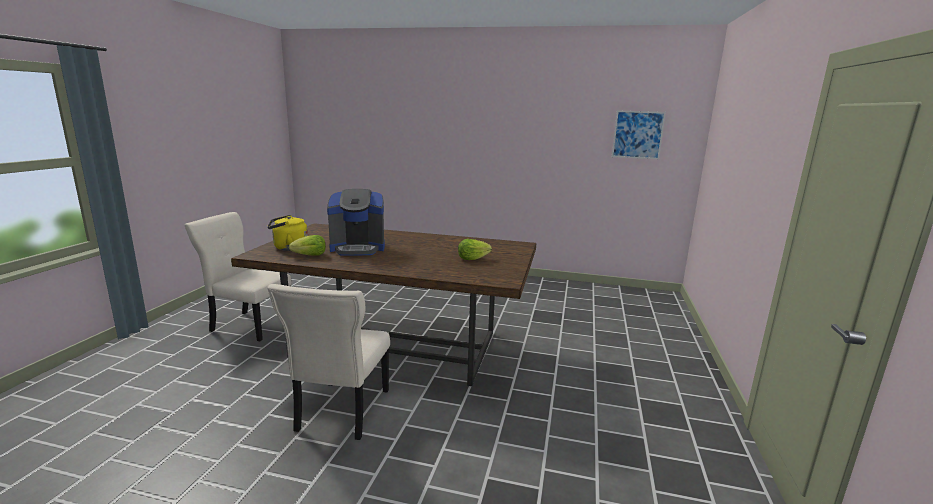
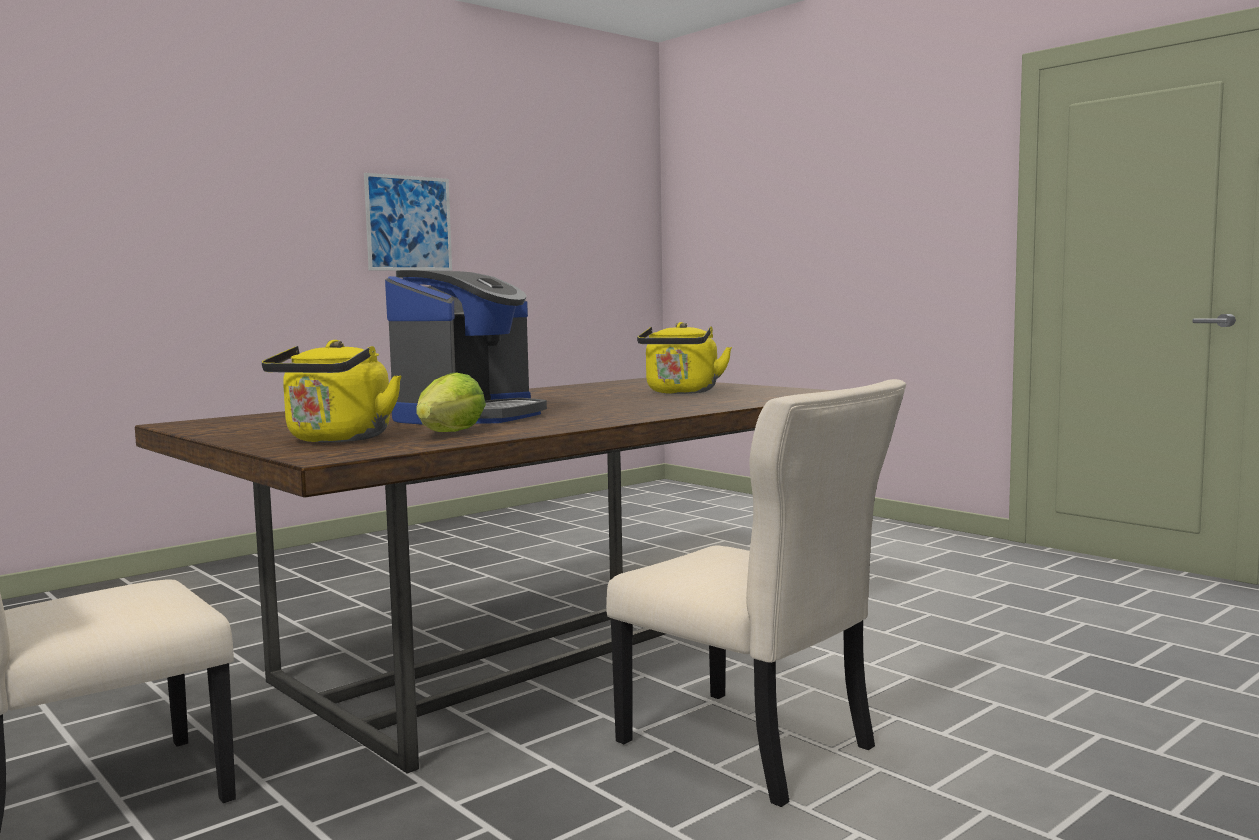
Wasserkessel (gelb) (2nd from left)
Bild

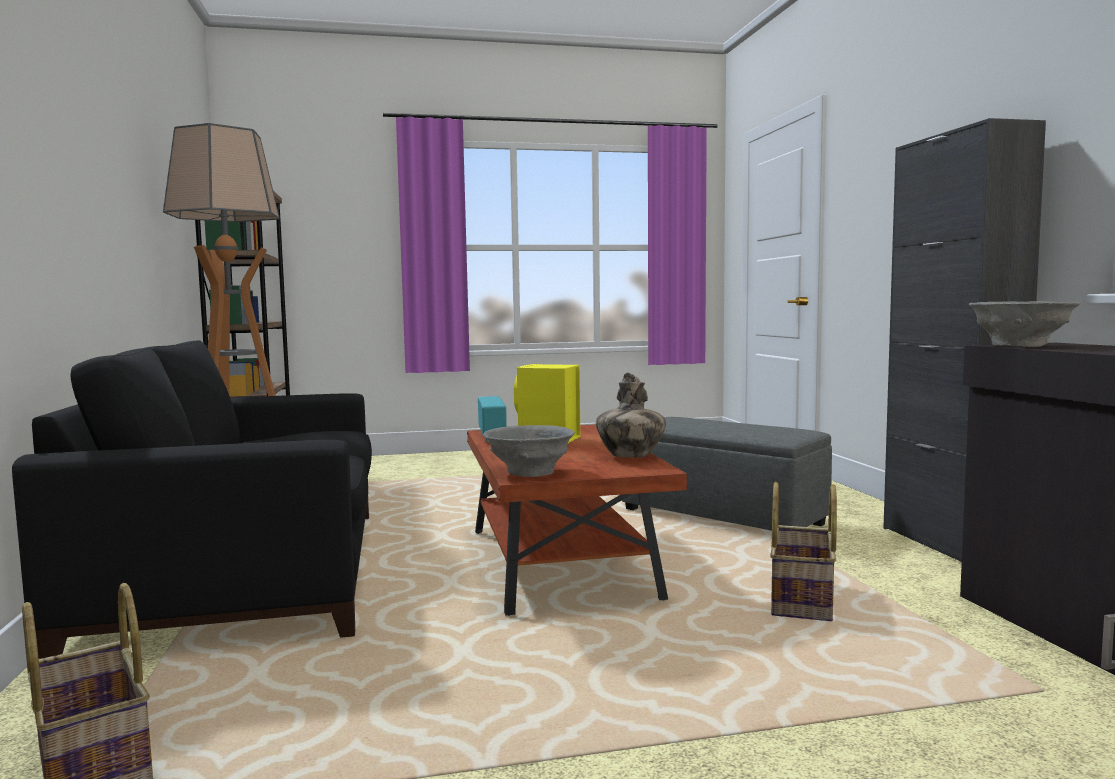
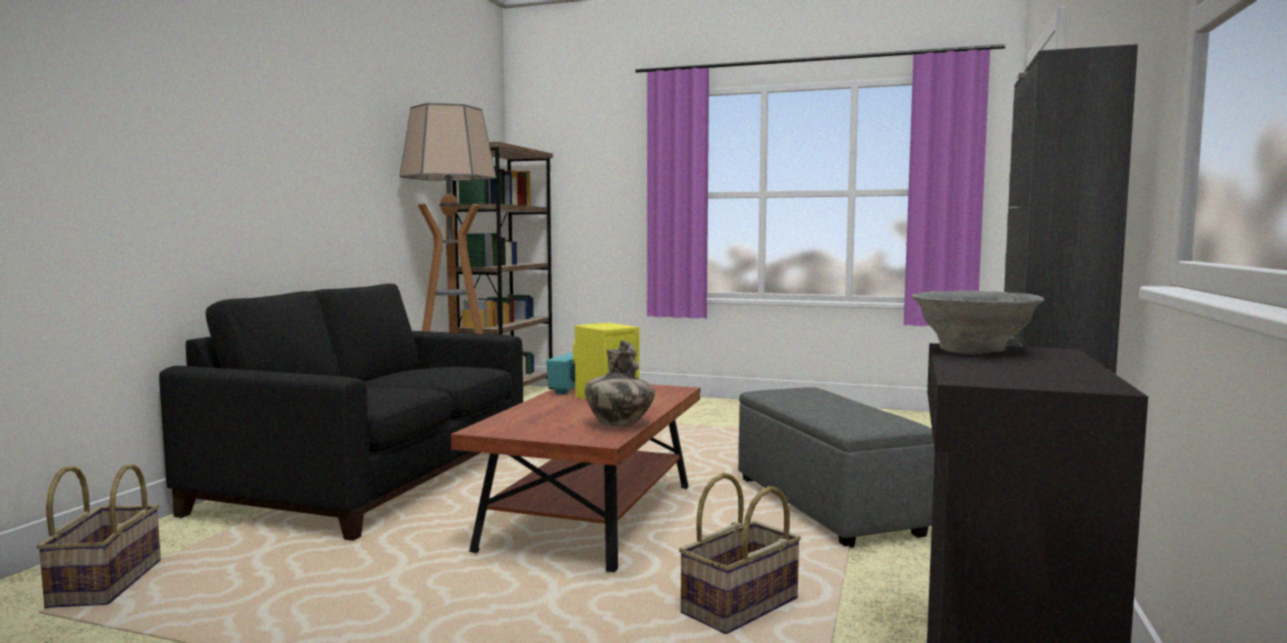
Schüssel (grau) (1st from left in the first image)

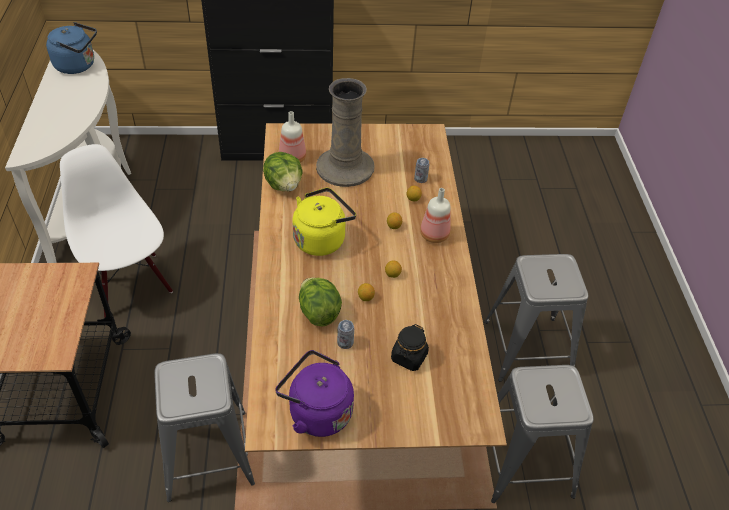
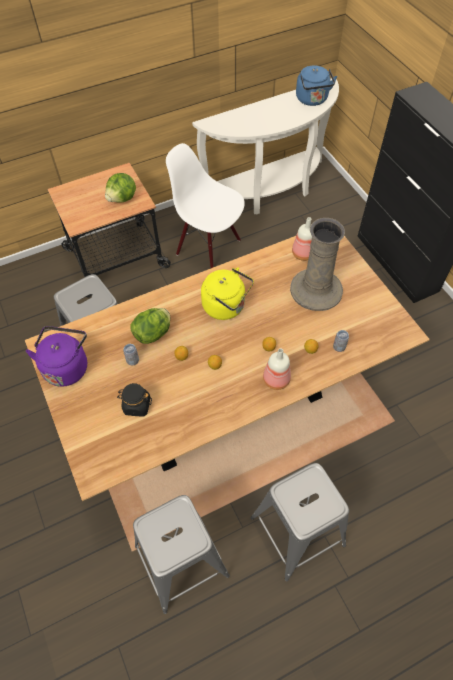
Stuhl (weiß)
Salatkopf (1st from left)

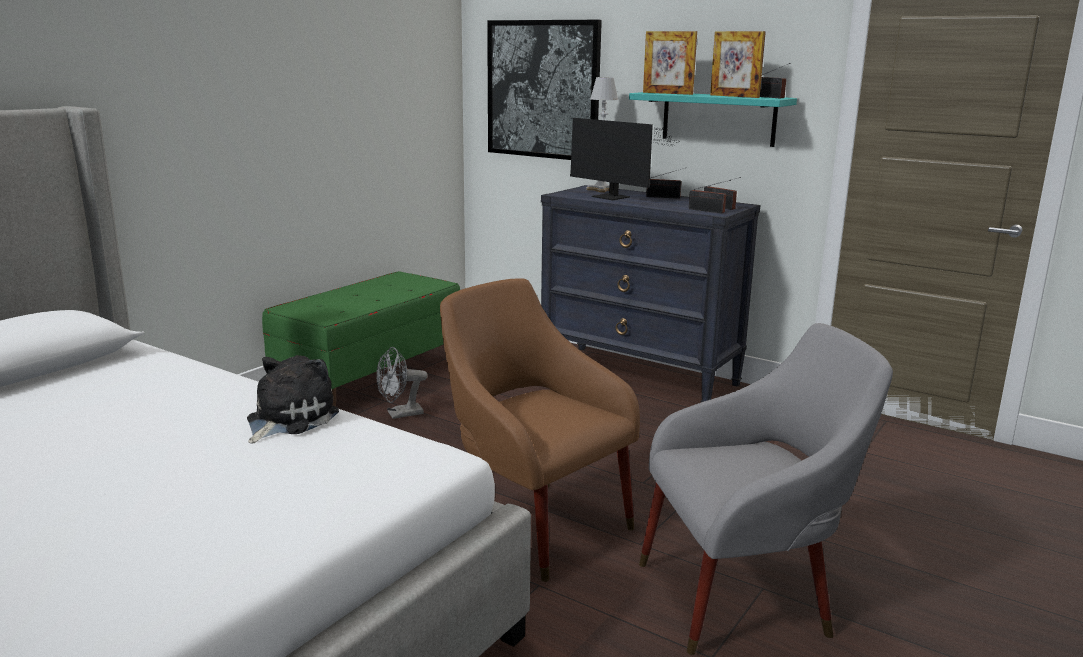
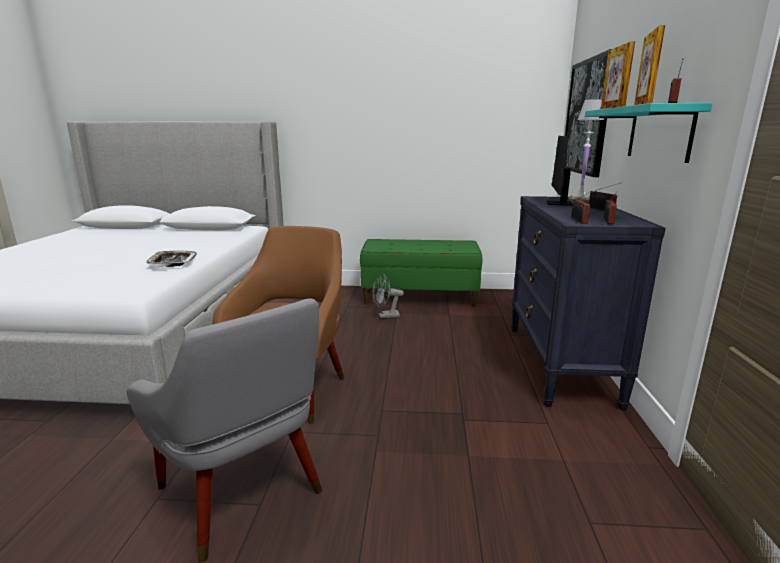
Tablett
Ventilator (grau)

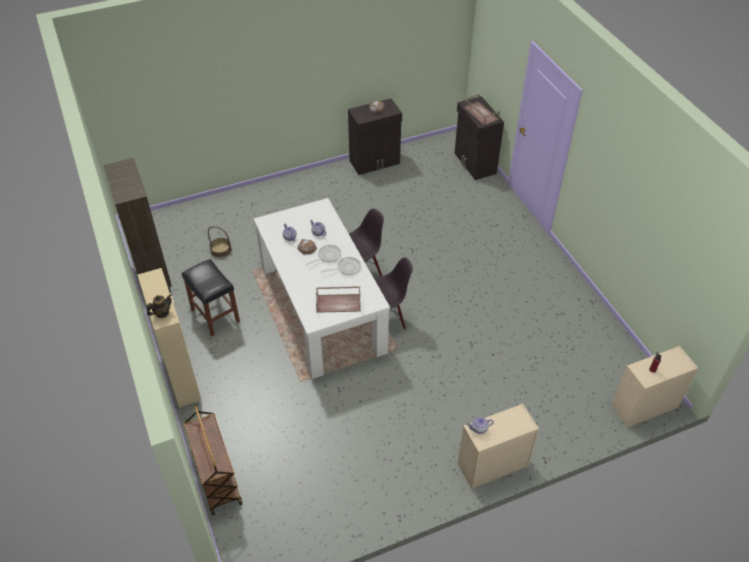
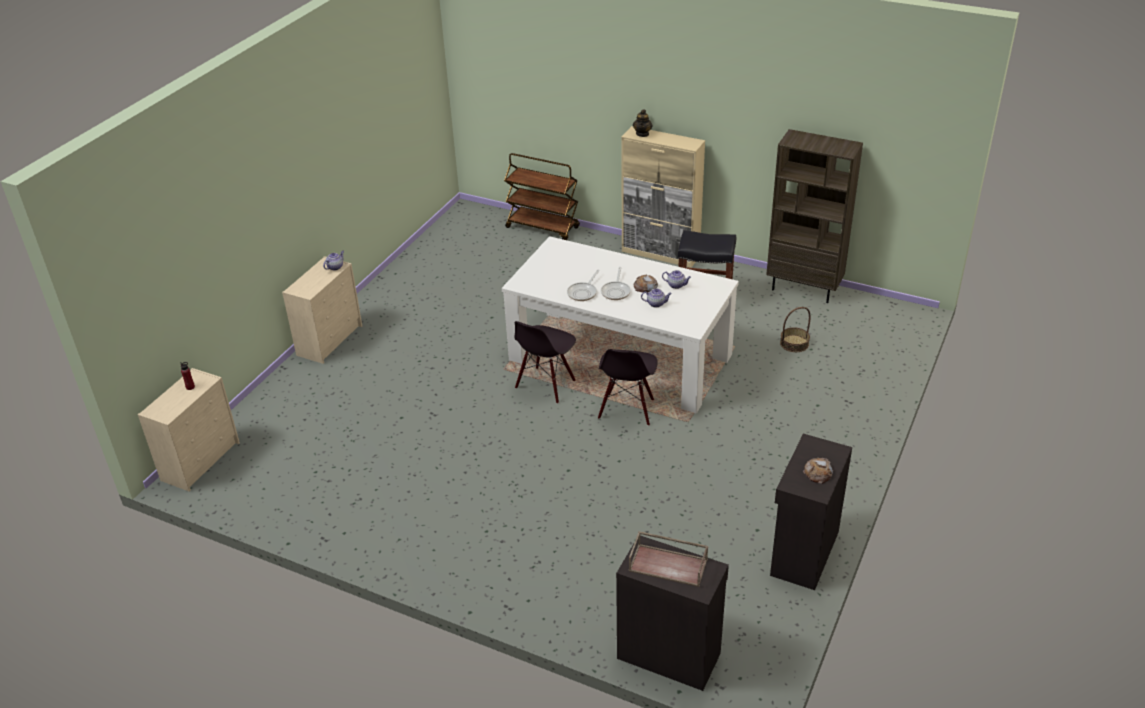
Tablett (braun) (1st from left in the first image)

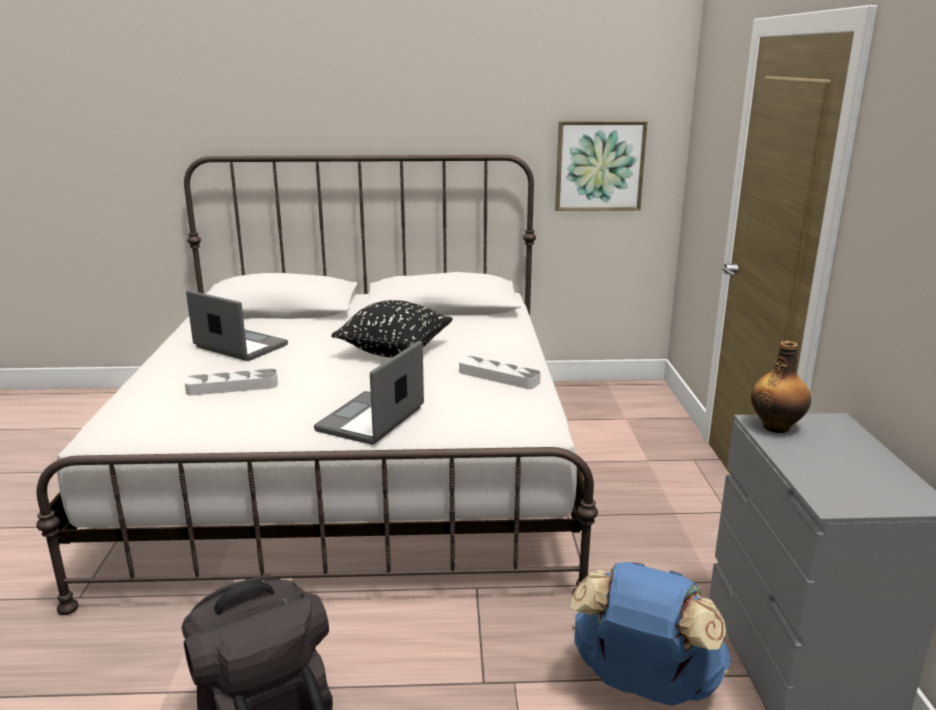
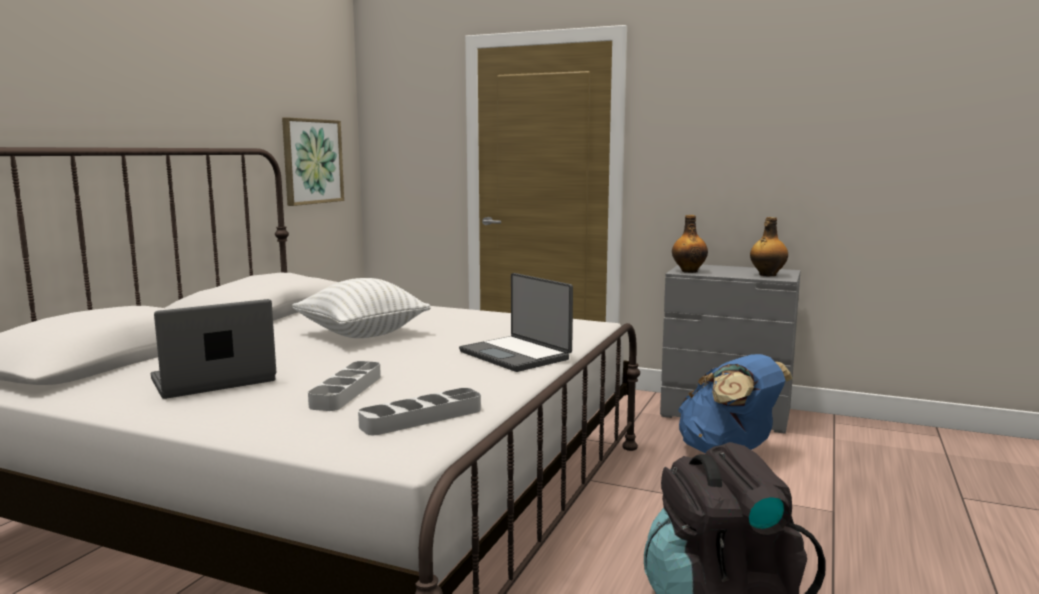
Kissen (weiß)
Tablett (grau) (2nd from left)
Flasche (2nd from left)

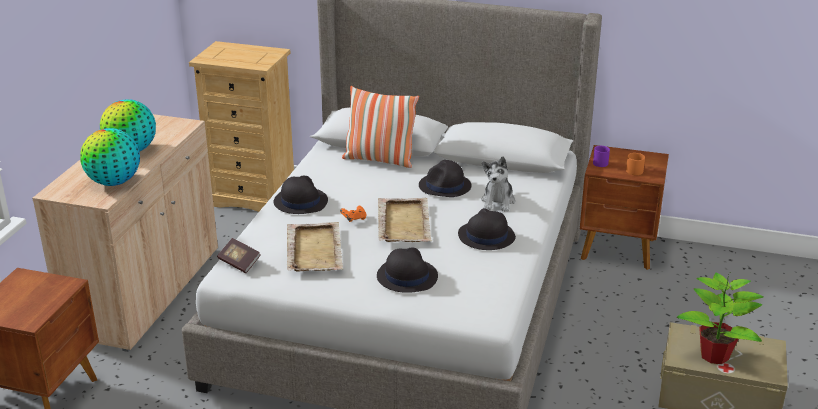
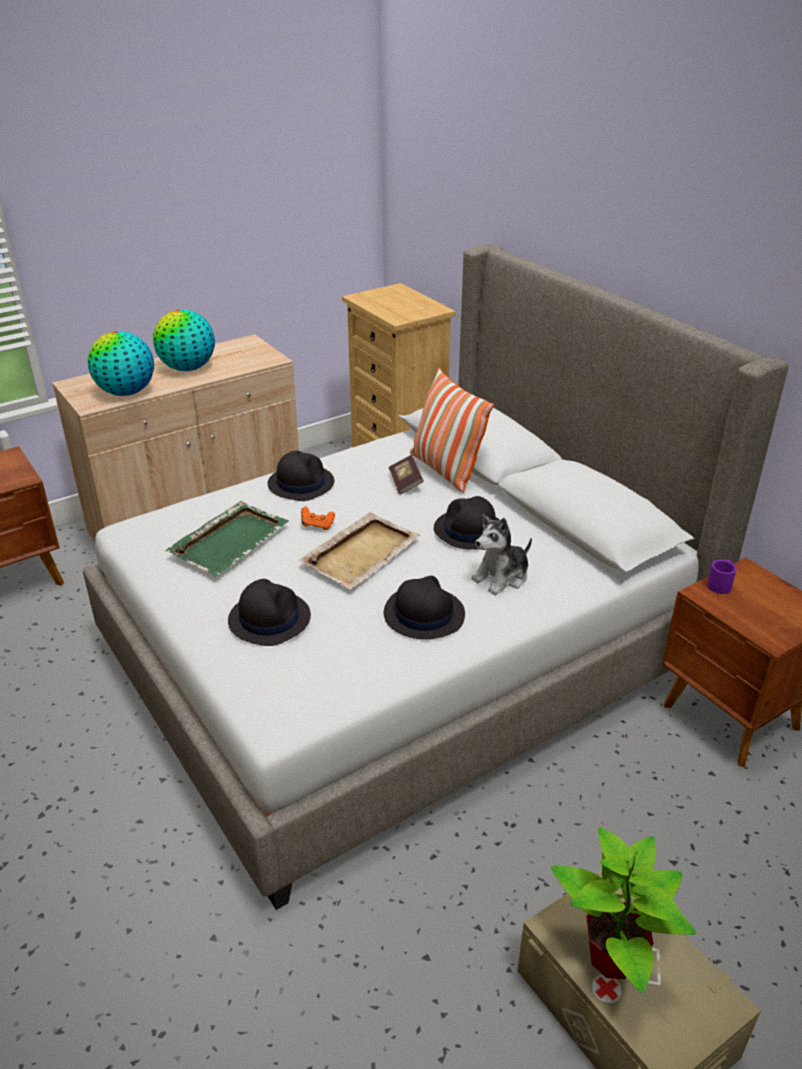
Buch
Tablett (grün)
Henkelbecher (orange)

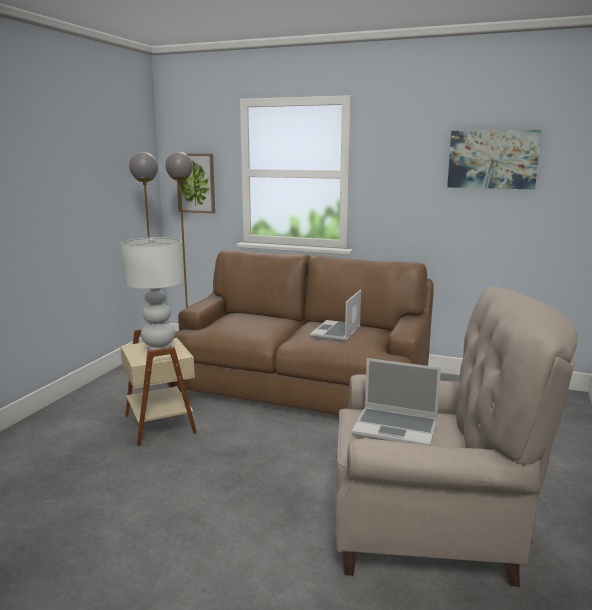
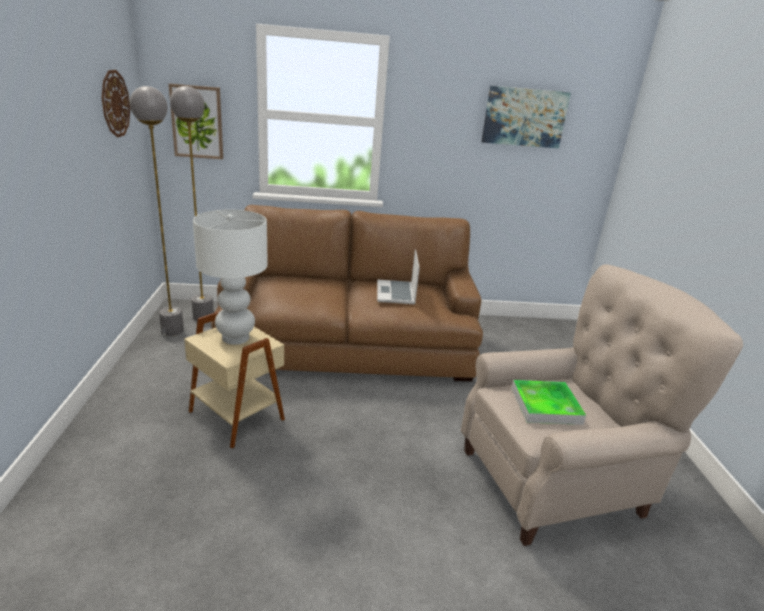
Tablett
Wanduhr

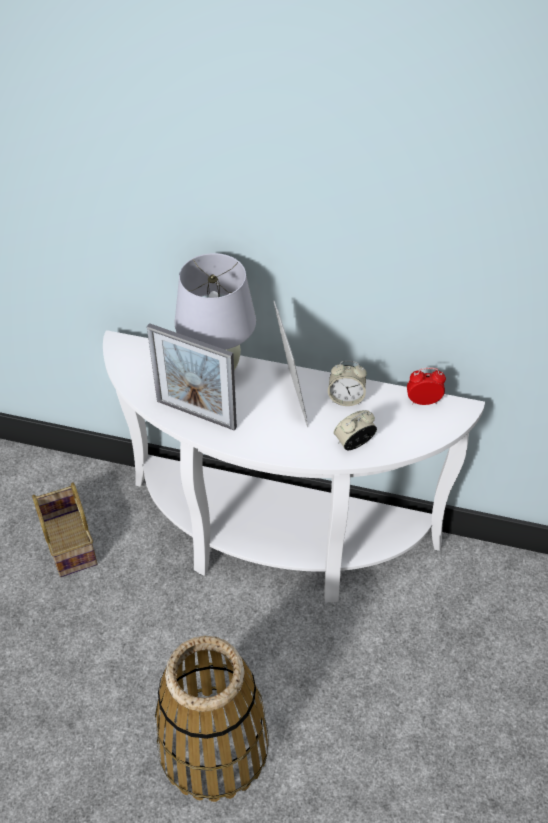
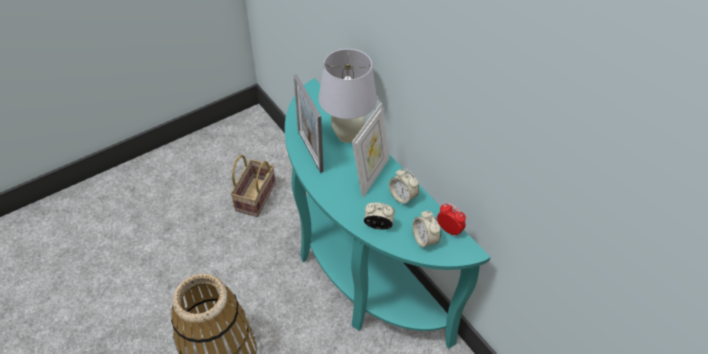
Konsolentisch (türkis)
Wecker (3rd from left)

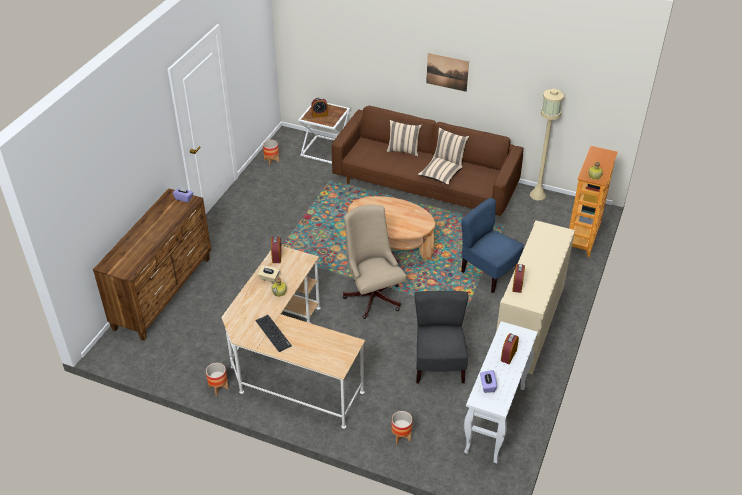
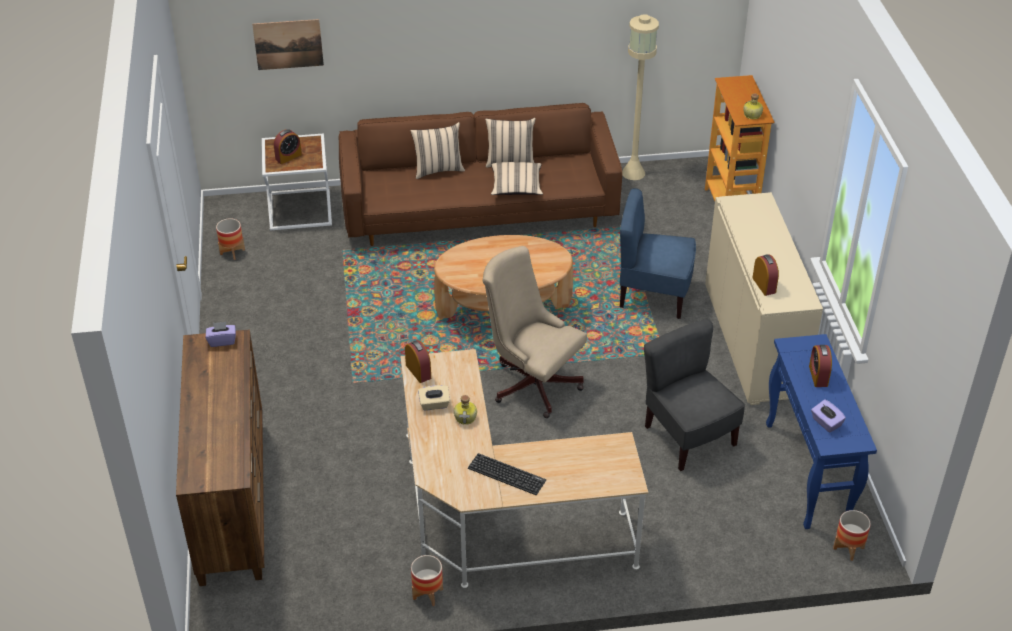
Pflanzkübel (3rd from left)
Bild
Konsolentisch (blau)

